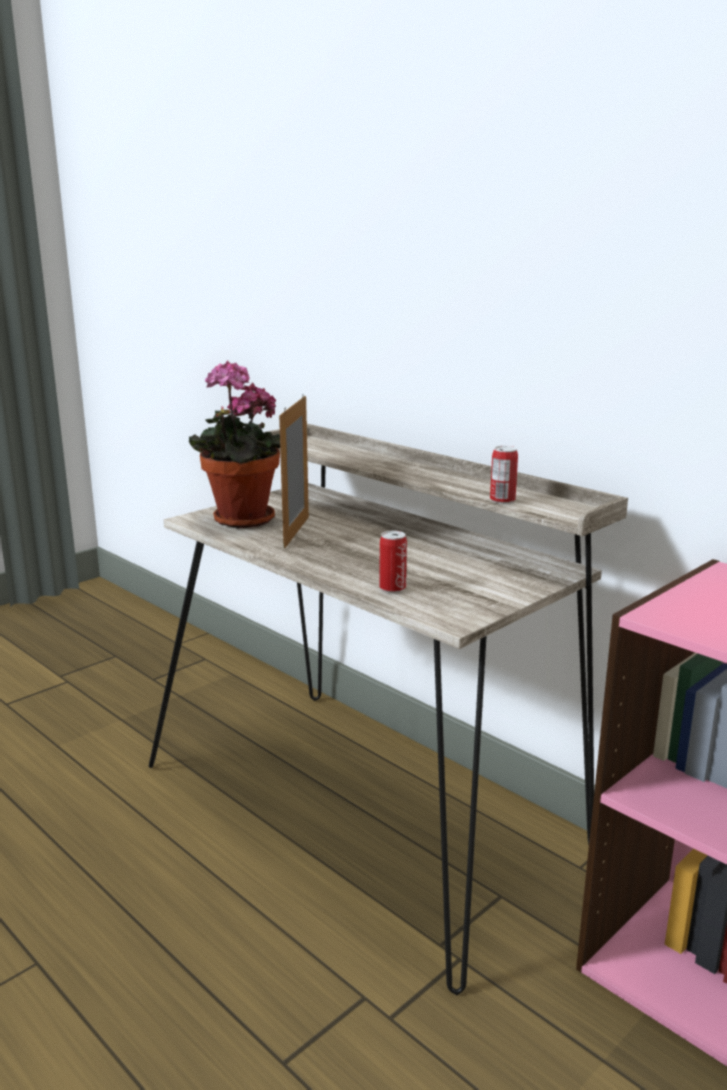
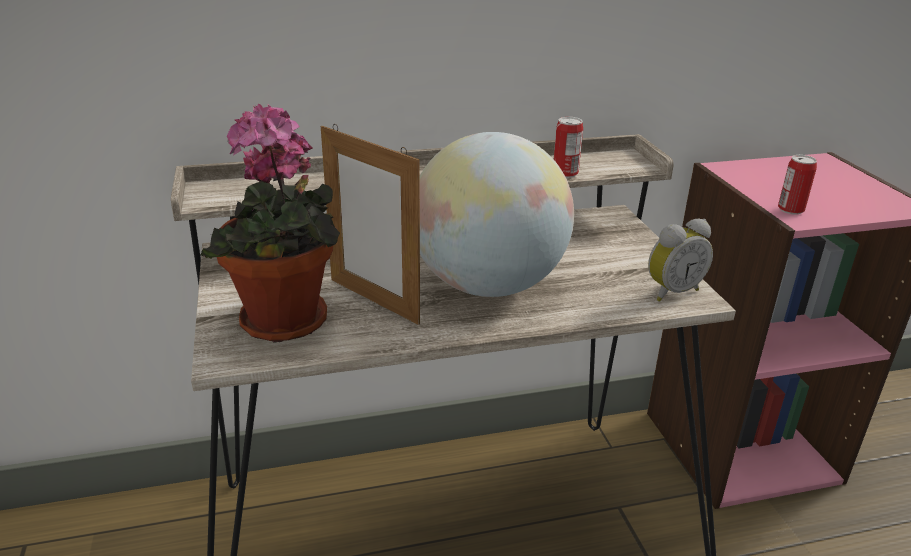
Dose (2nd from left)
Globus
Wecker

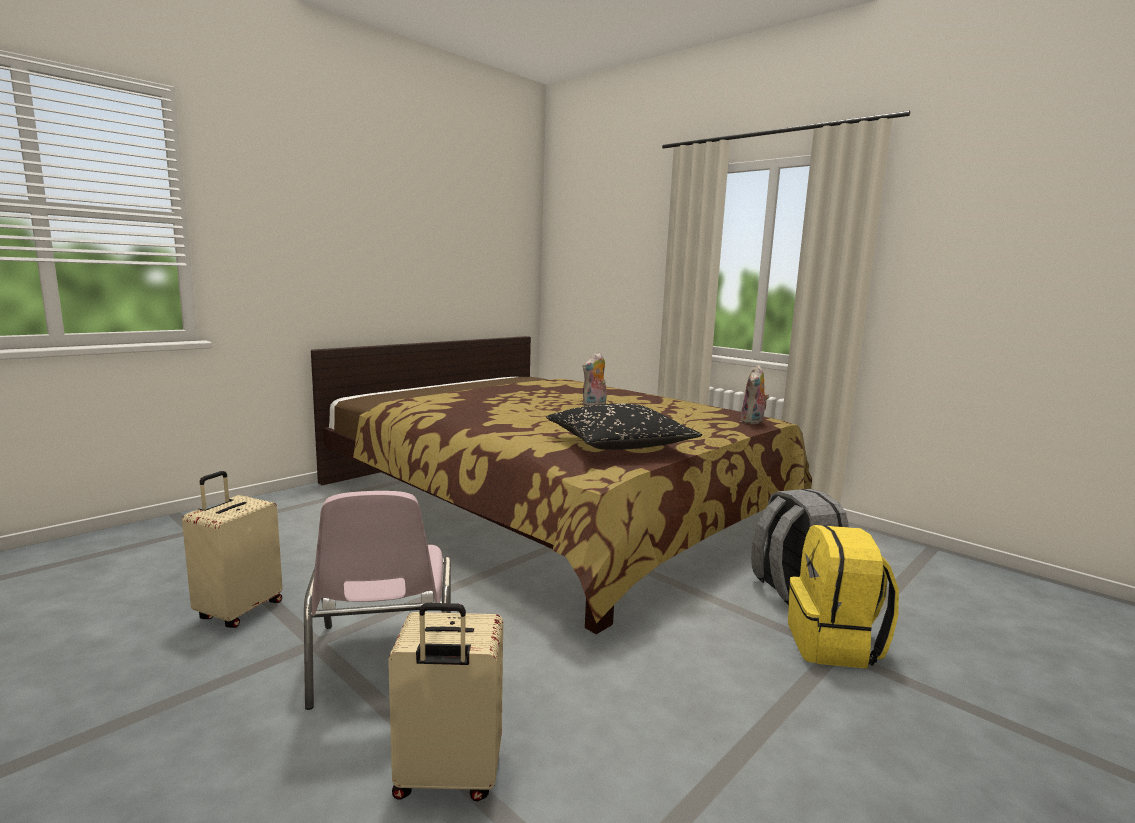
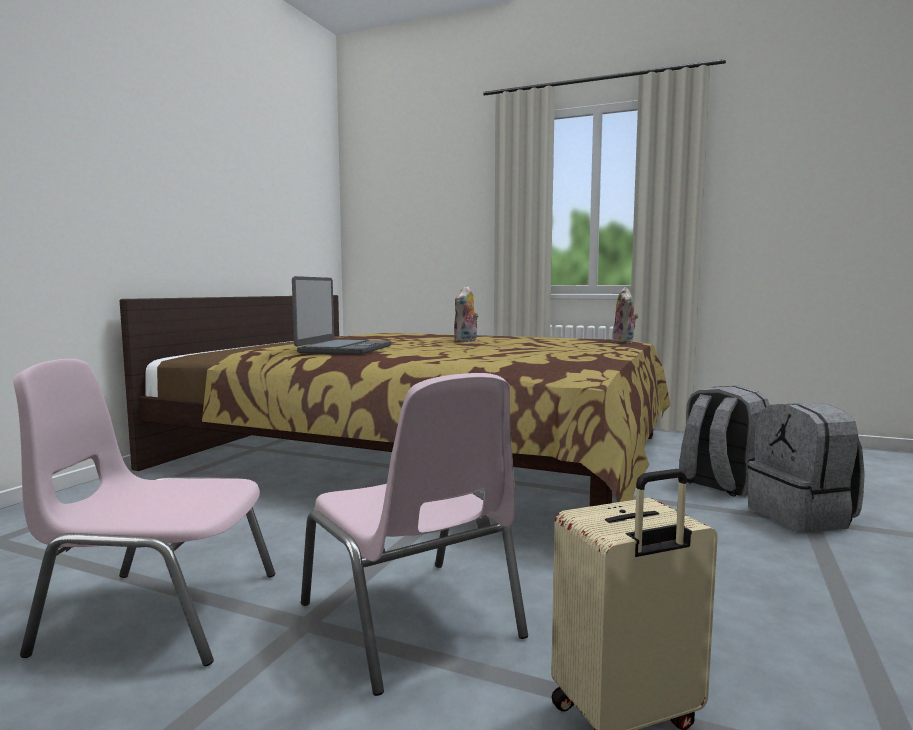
Stuhl (rosa) (1st from left)
Kissen (schwarz)
Rucksack (grau) (2nd from left)
Laptop

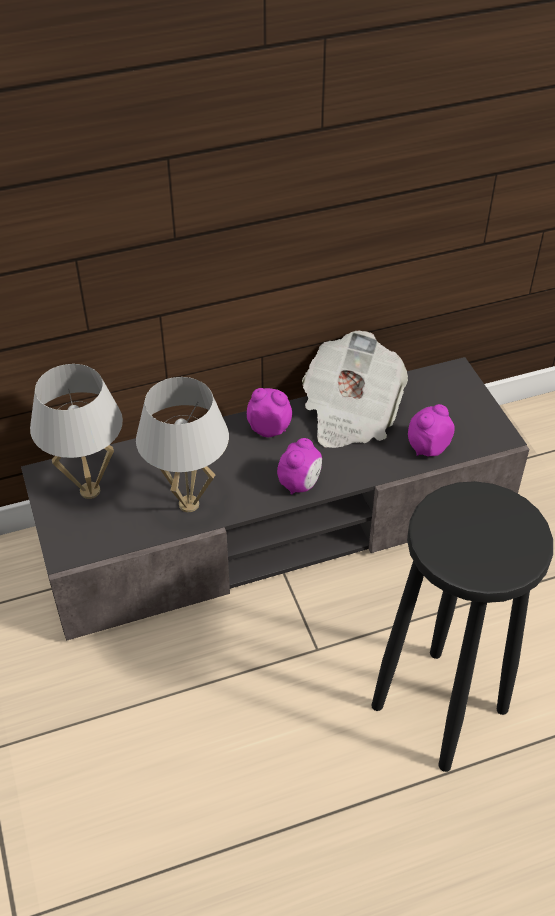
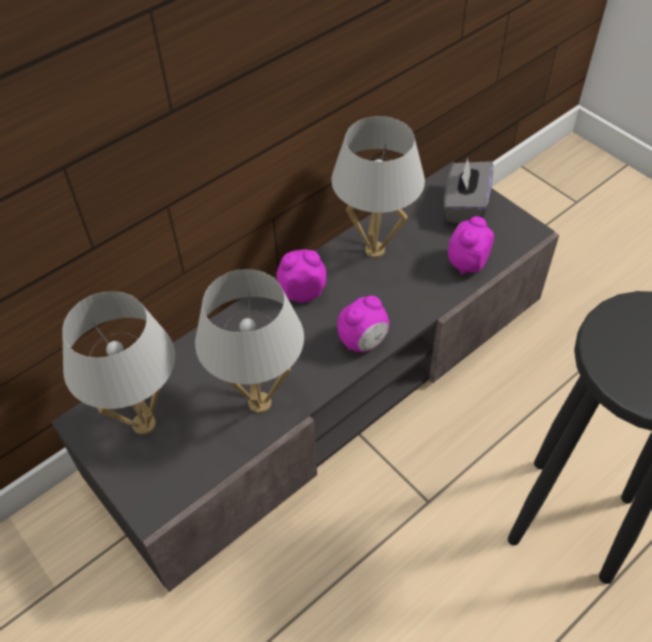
Wecker (2nd from left)
Tischlampe (weiß) (3rd from left)
Taschentuchbox (grau)

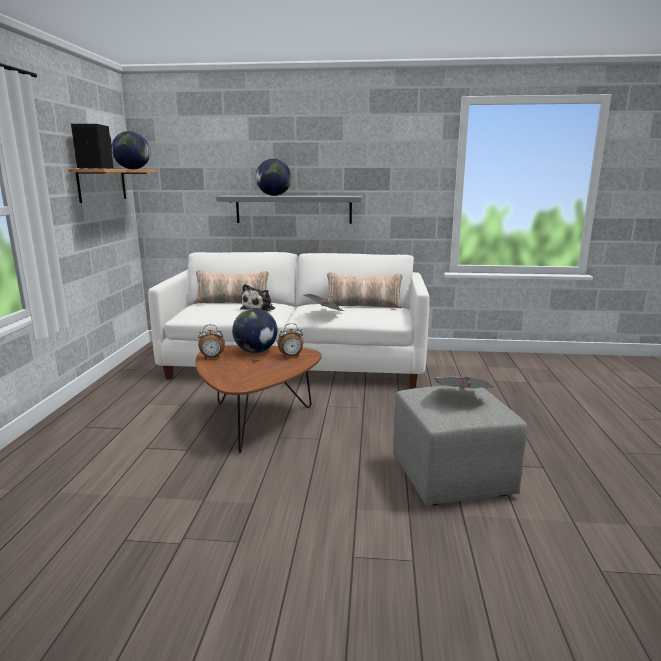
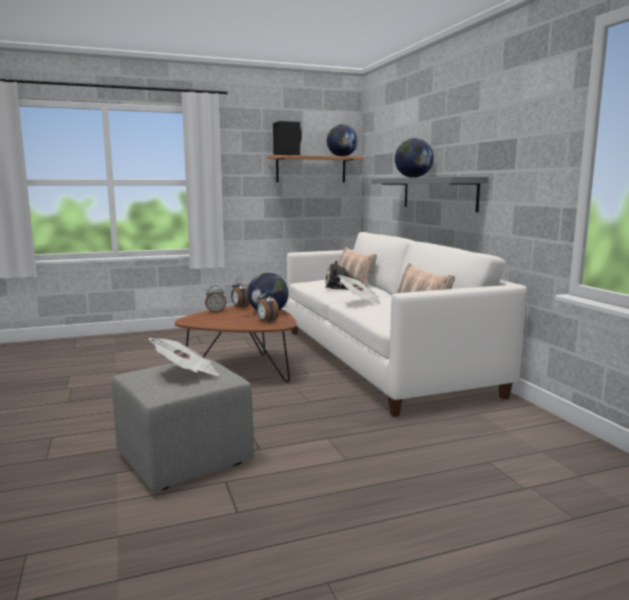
Wecker (1st from left)

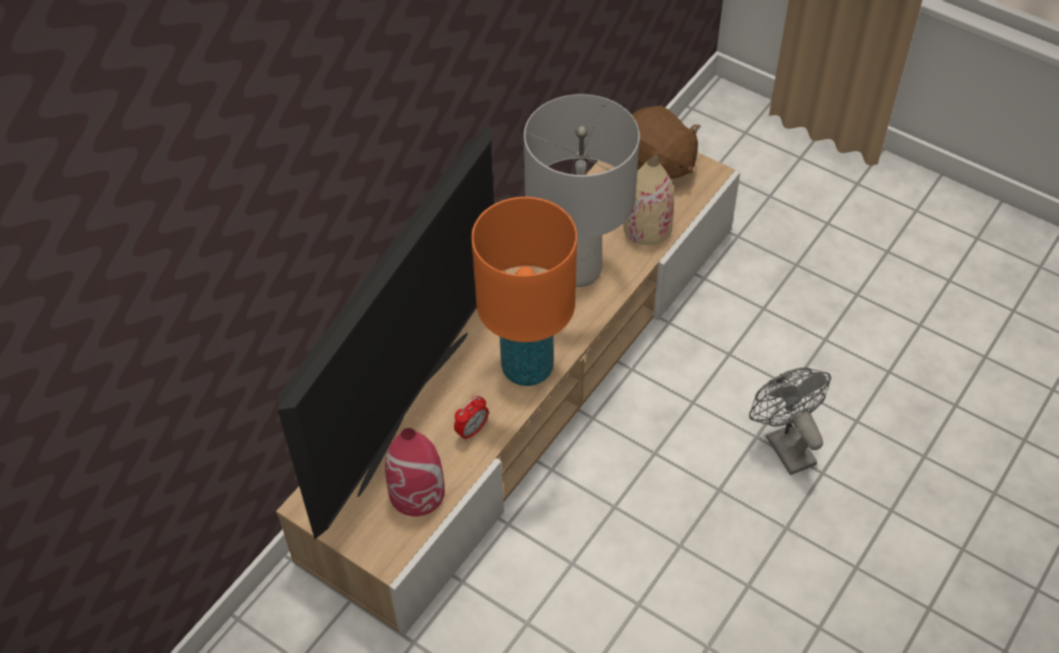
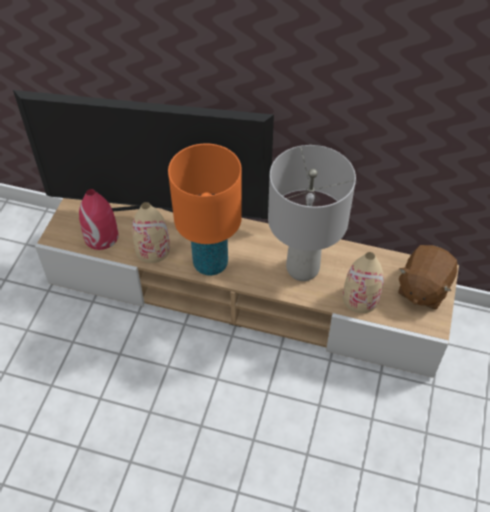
Vase (beige) (1st from left)
Ventilator (grau)

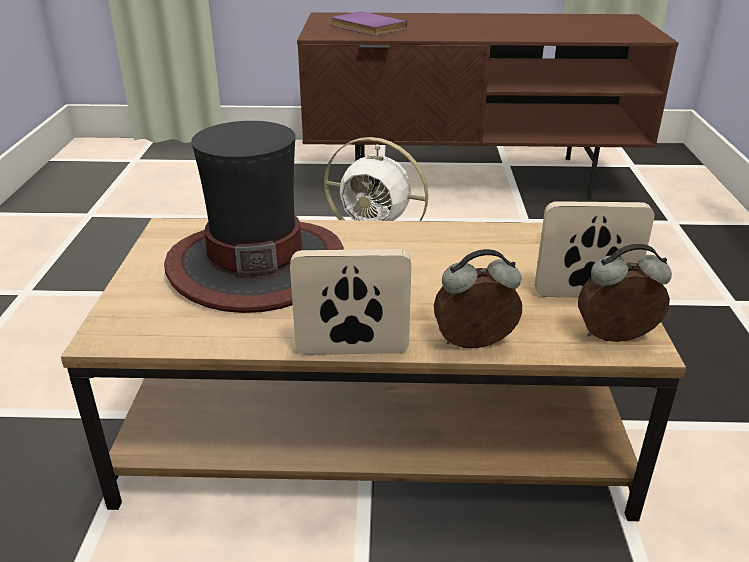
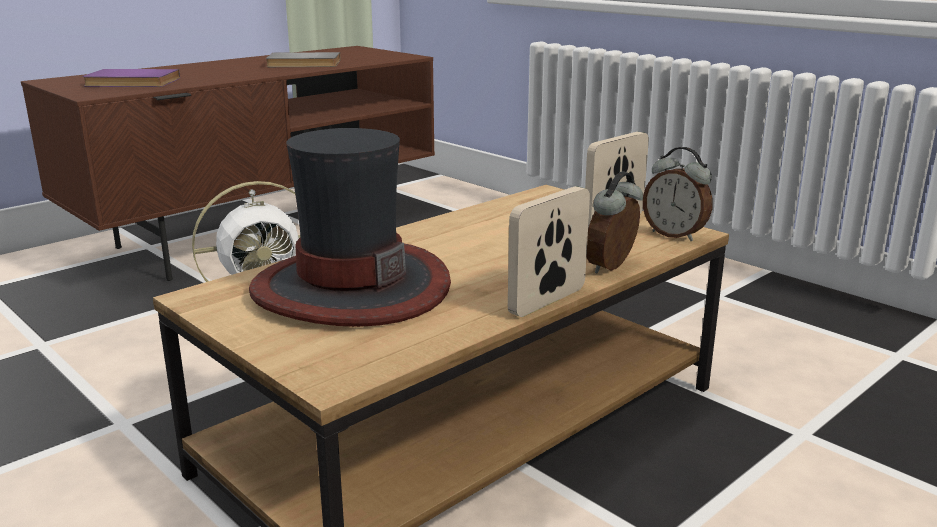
Wecker (2nd from left)
Buch (grau)

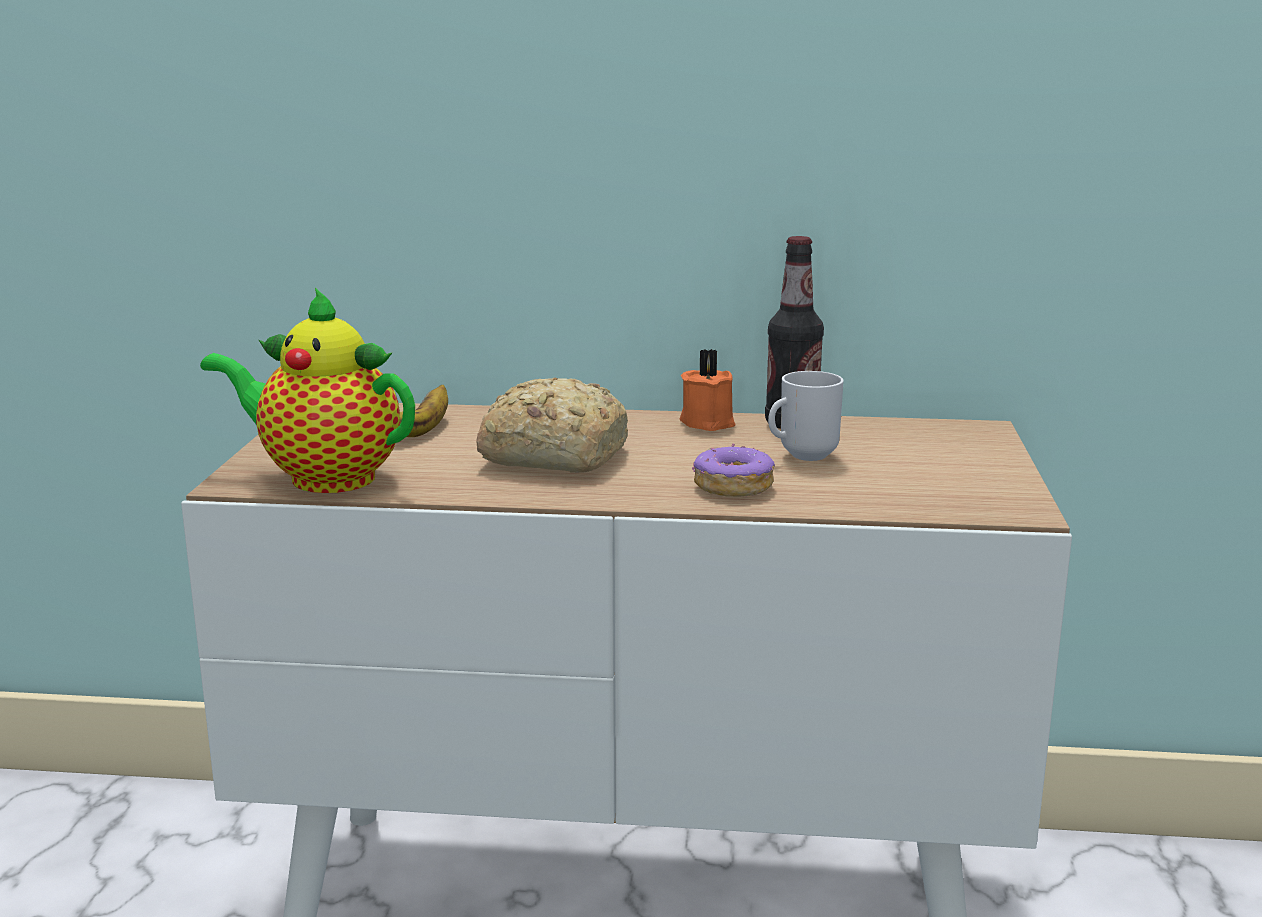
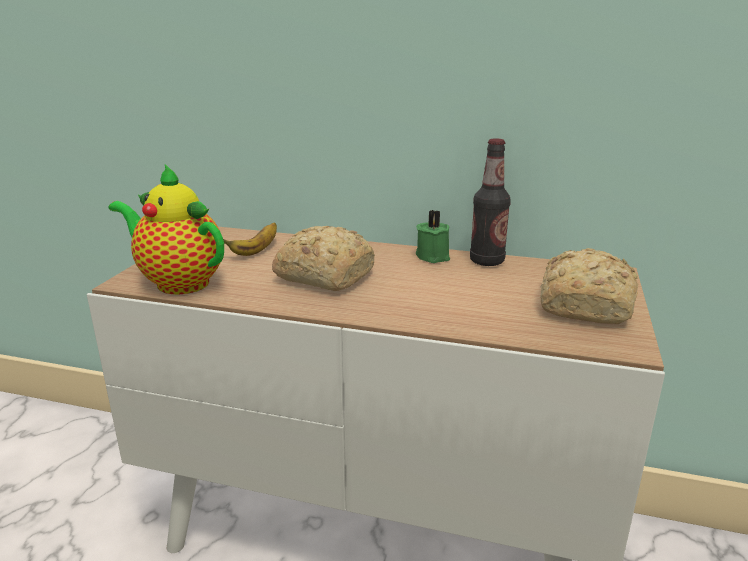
Kerze (grün)
Donut
Henkelbecher
Brot (2nd from left)

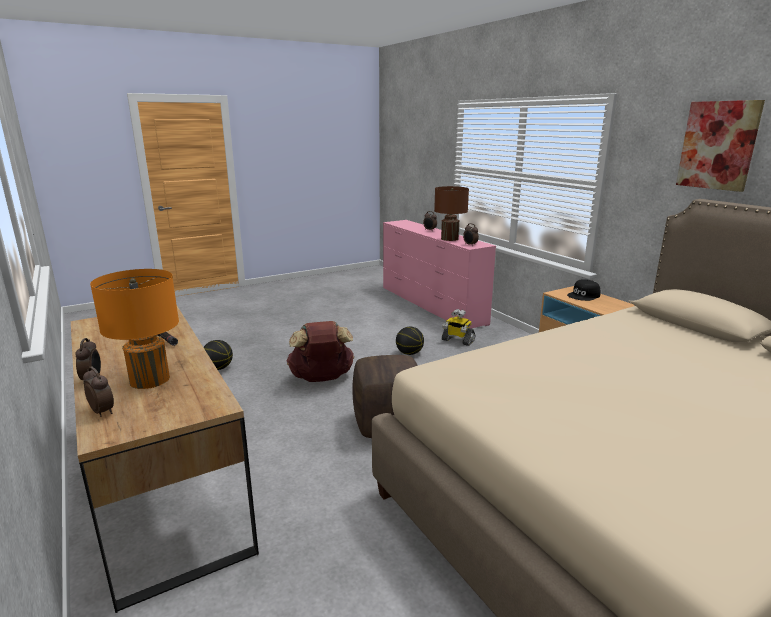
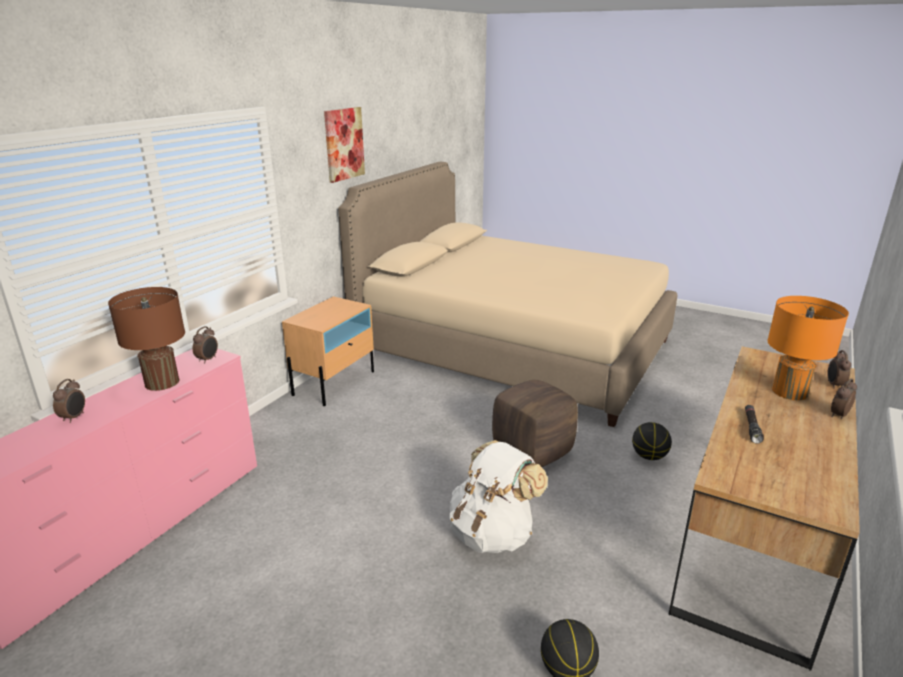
Rucksack (weiß)
Basketball (2nd from left)
Spielzeugroboter
Kappe (schwarz)

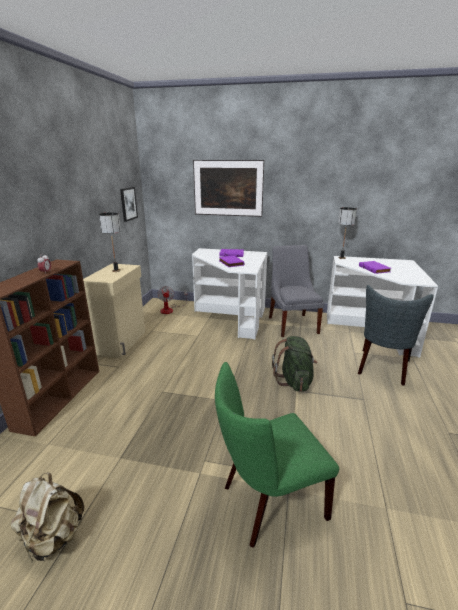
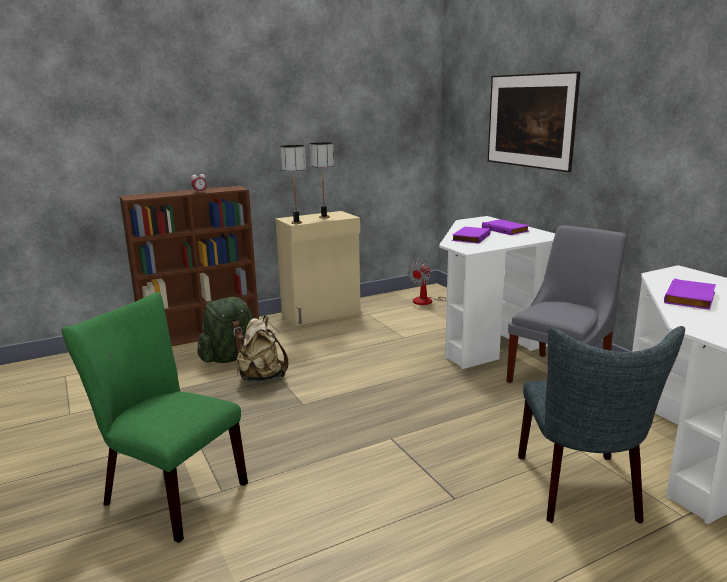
Rucksack (beige)
Bild (1st from left in the first image)
Rucksack (grün)
Tischlampe (1st from left)
Stuhl (grau) (2nd from left)

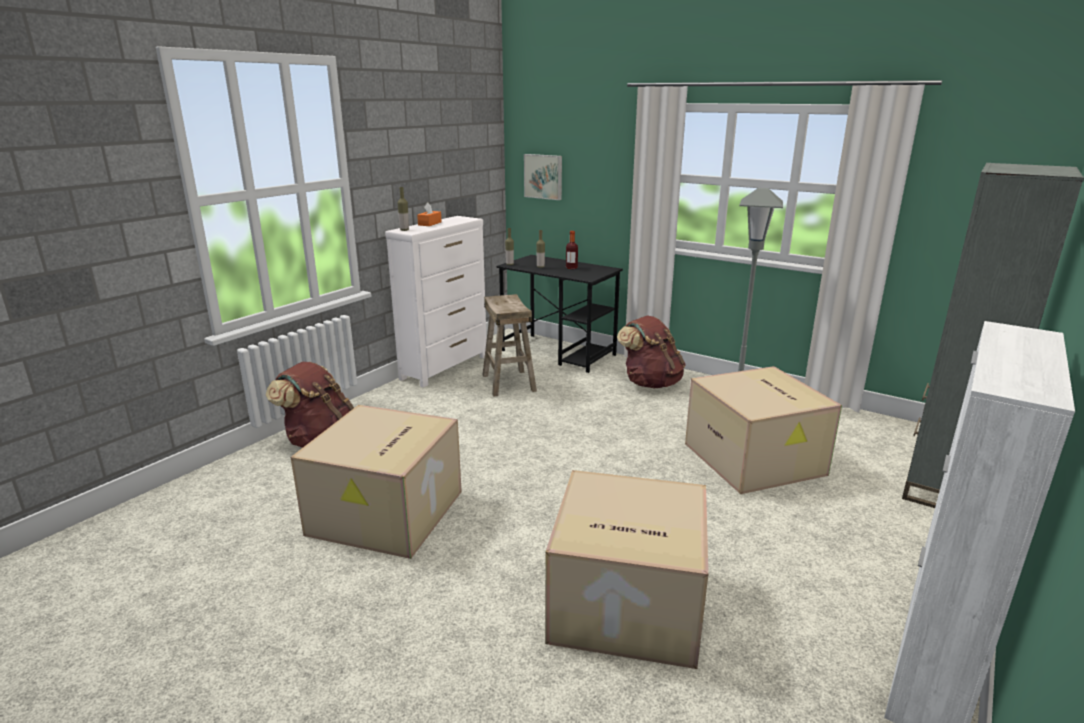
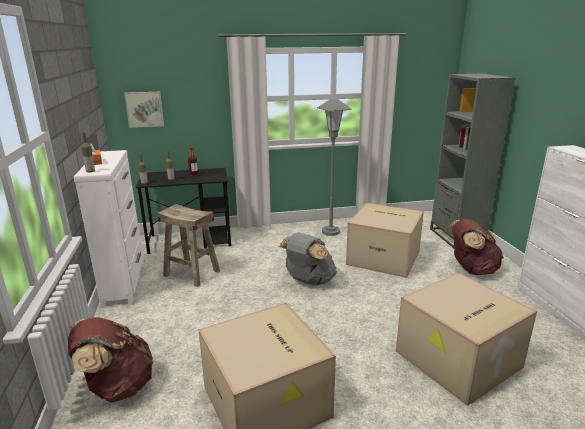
Rucksack (braun) (2nd from left)
Rucksack (grau)

